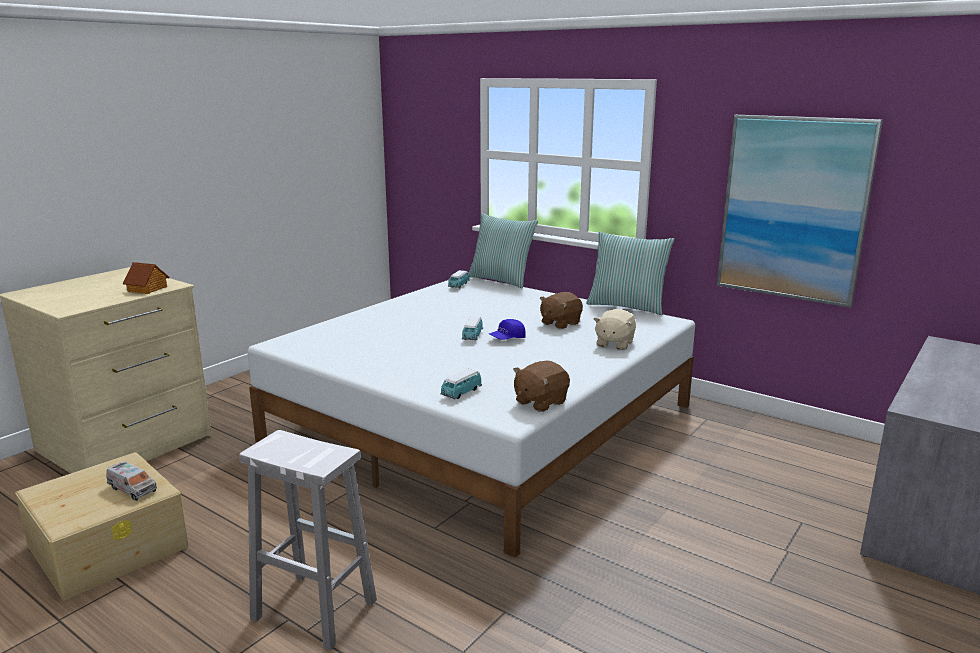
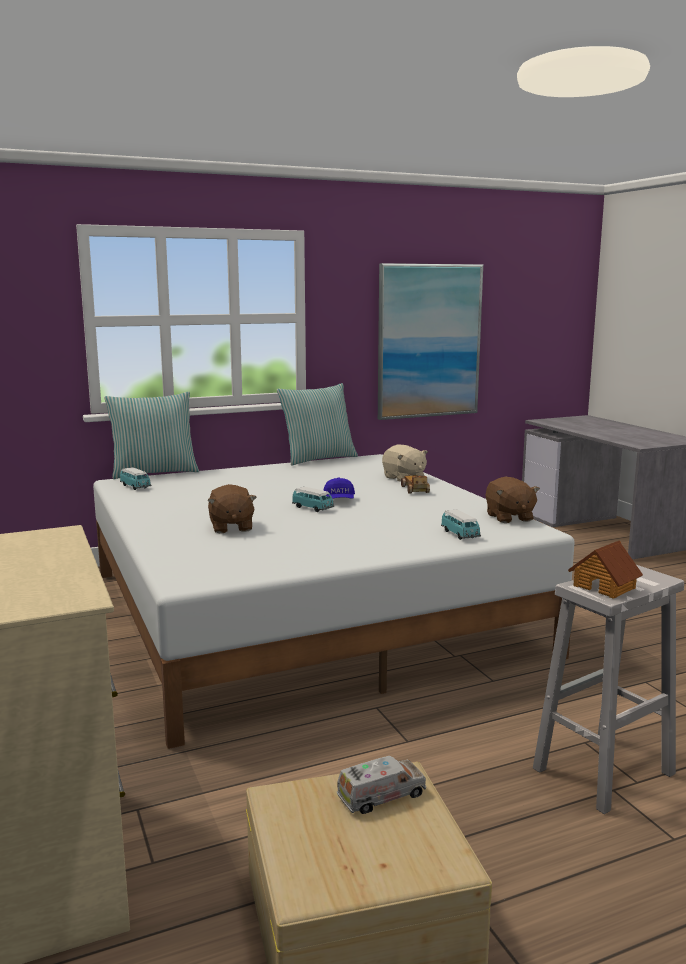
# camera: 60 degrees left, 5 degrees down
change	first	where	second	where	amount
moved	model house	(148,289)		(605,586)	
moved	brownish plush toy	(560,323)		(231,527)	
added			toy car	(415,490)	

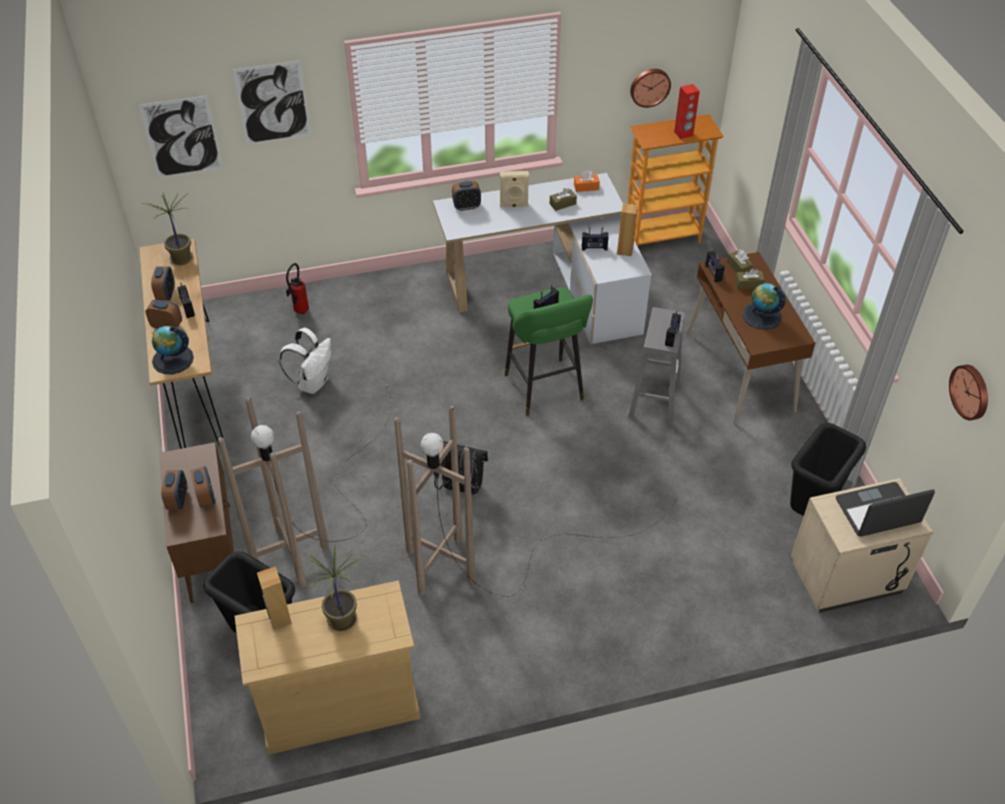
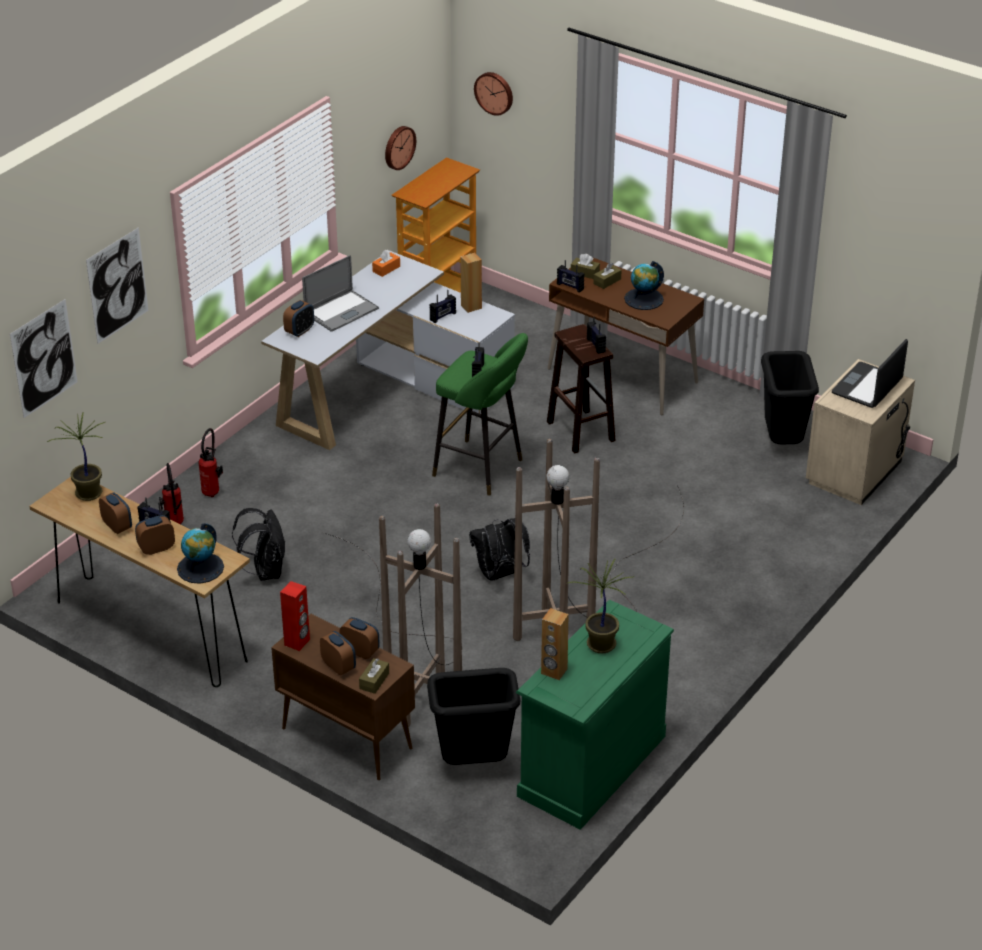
# camera: 40 degrees left, 10 degrees down
change	first	where	second	where	amount
recoloured	beige-coloured dresser	(339,703)	greenish dresser	(591,766)	
recoloured	whitish rucksack	(312,382)	blackish rucksack	(265,571)	
replaced	beige-coloured audio speaker	(514,205)	laptop	(341,311)	
moved	brownish tissue box	(562,204)		(374,681)	
recoloured	gray sitting stool	(654,400)	brownish sitting stool	(580,431)	
moved	reddish audio speaker	(683,134)		(297,642)	
moved	hanging clock	(971,391)		(494,92)	
added			fire extinguisher	(213,492)	

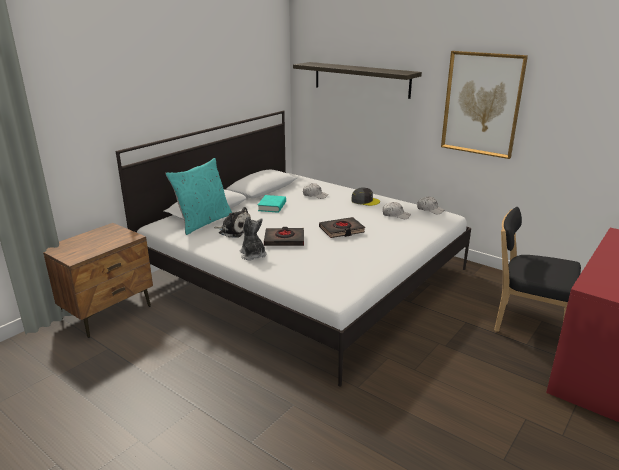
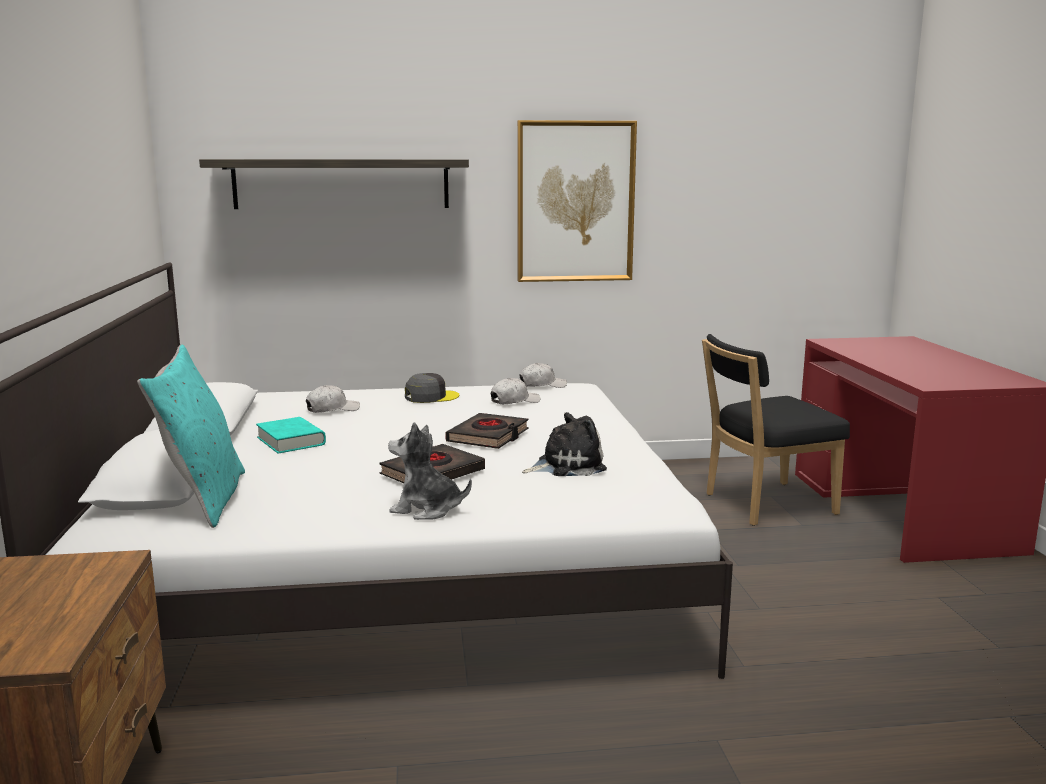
# camera: 45 degrees left, 10 degrees down
change	first	where	second	where	amount
moved	plush toy	(234,230)		(567,466)	

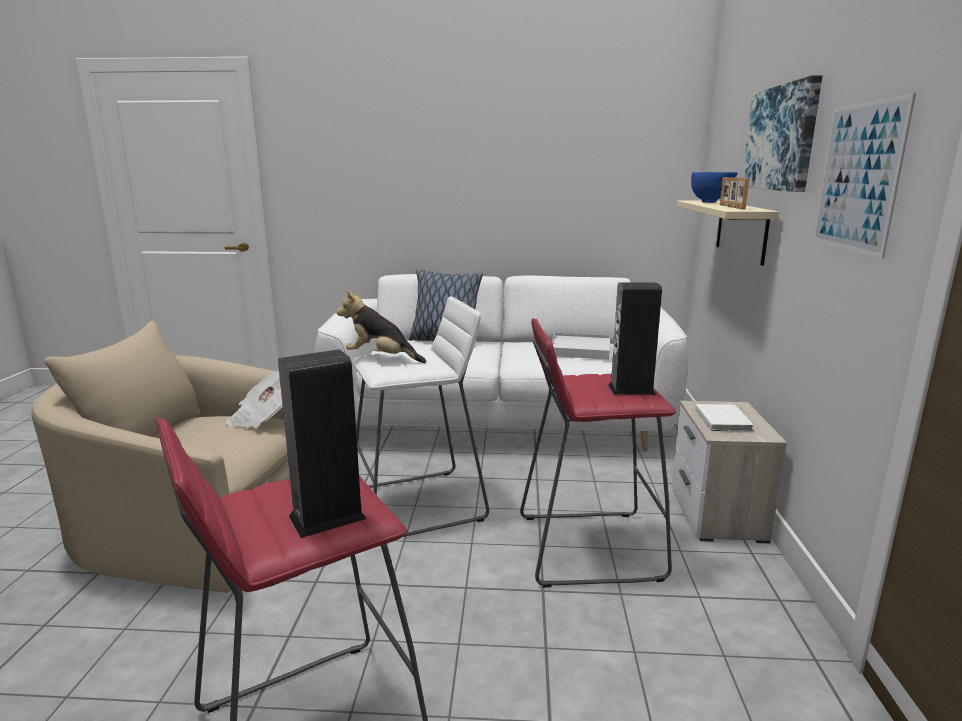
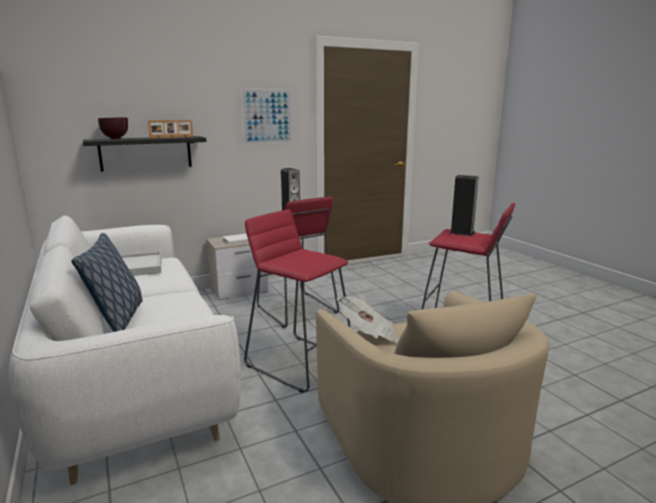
# camera: 120 degrees left, 0 degrees up
change	first	where	second	where	amount
removed	plush toy	(381,358)			
recoloured	whitish sitting stool	(420,504)	reddish sitting stool	(299,362)	
recoloured	beige-coloured wall shelf	(741,230)	blackish wall shelf	(146,153)	
recoloured	blue serving bowl	(711,202)	brownish serving bowl	(116,139)	
removed	wall art	(781,138)			

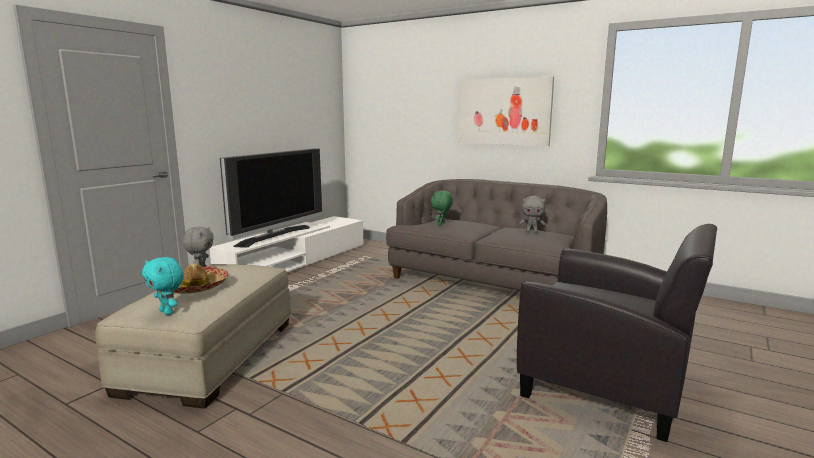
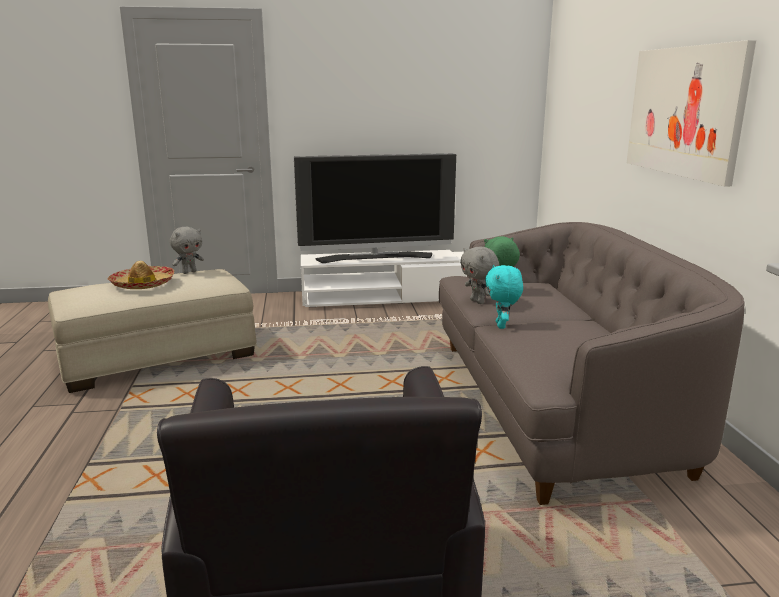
# camera: 50 degrees right, 5 degrees up
change	first	where	second	where	amount
moved	turquoise-coloured plush toy	(167,312)		(502,326)	
moved	gray plush toy	(531,232)		(478,302)	

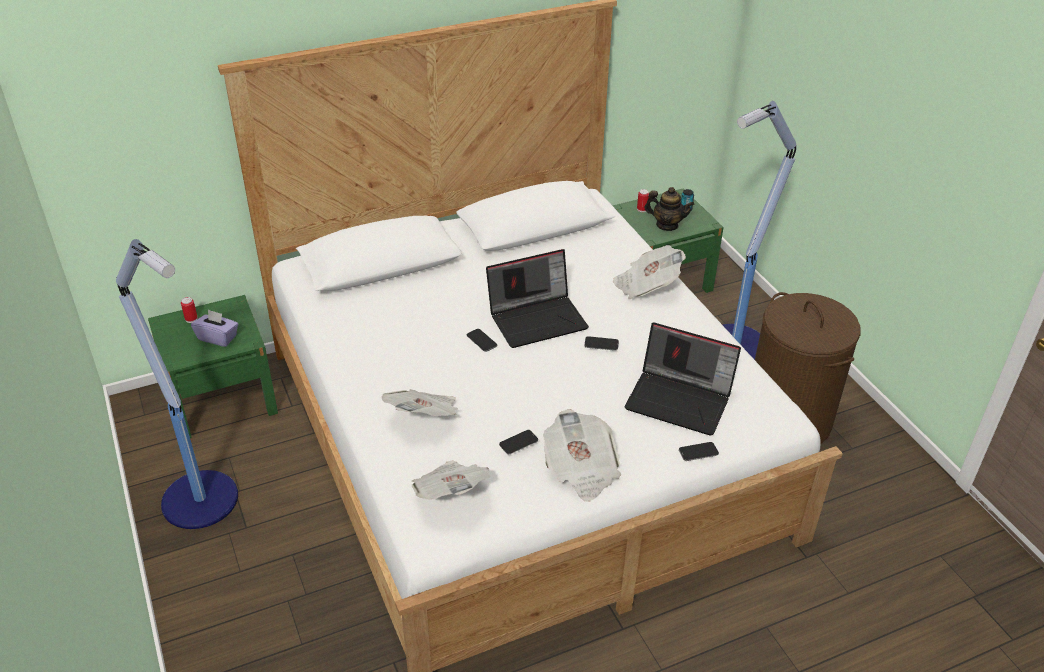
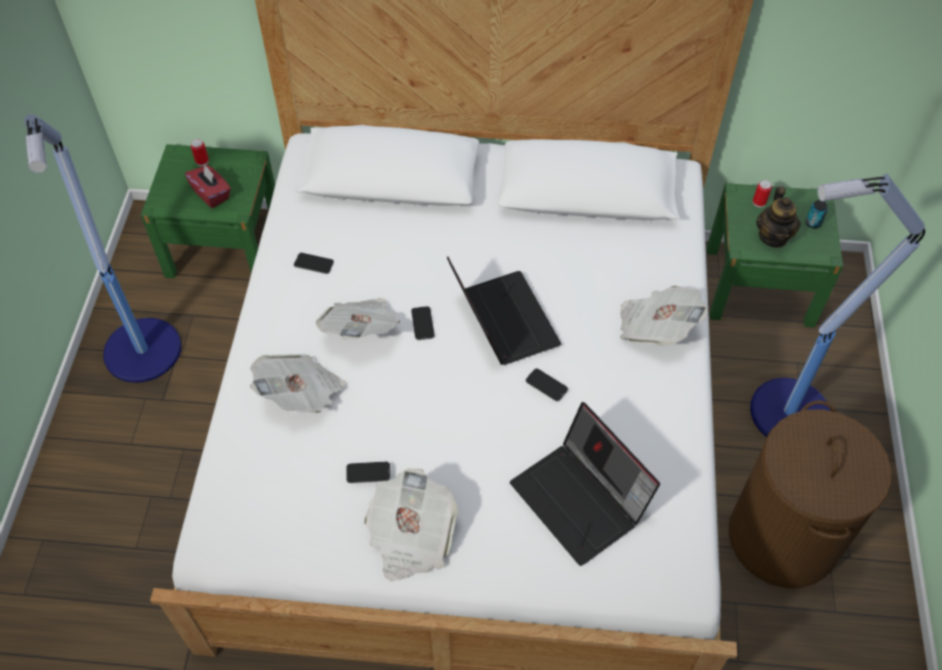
# camera: 30 degrees right, 15 degrees up
change	first	where	second	where	amount
recoloured	purplish tissue box	(218,337)	reddish tissue box	(211,194)	
moved	printed paper	(451,493)		(362,330)	
turned	laptop	(538,318)		(501,320)	120 degrees counterclockwise
turned	tea pot	(667,225)		(773,237)	45 degrees clockwise
moved	telephone	(698,452)		(314,264)	

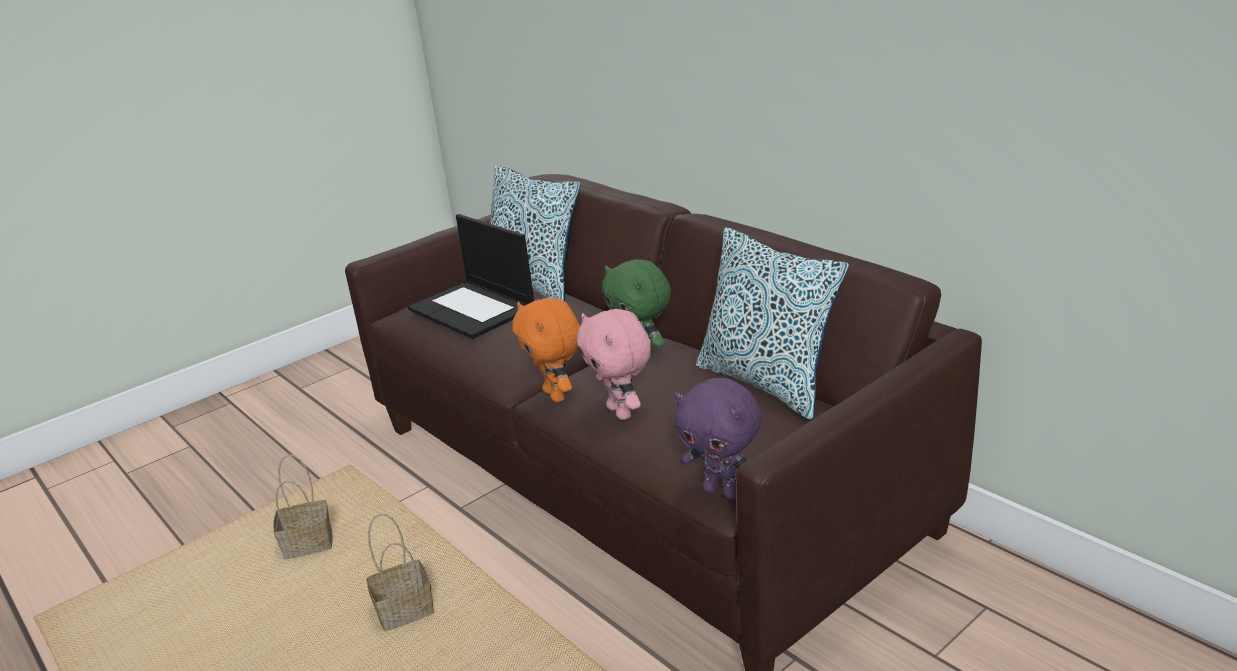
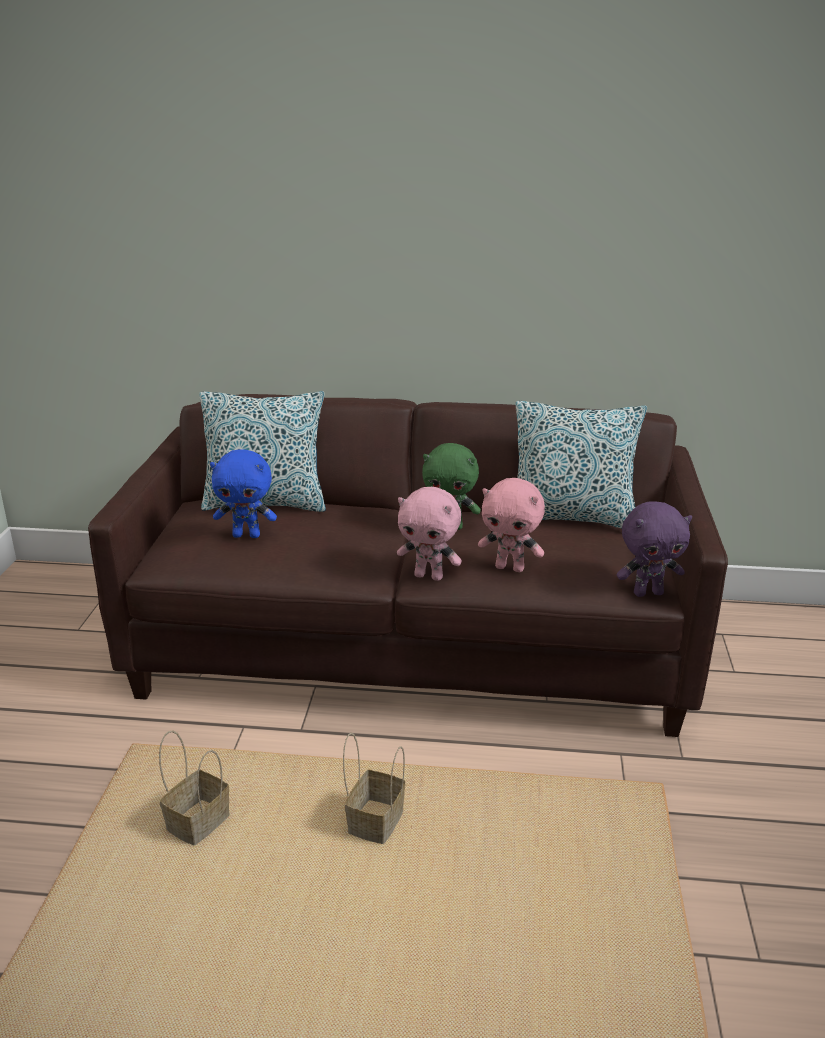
# camera: 45 degrees left, 0 degrees up
change	first	where	second	where	amount
replaced	laptop	(473,309)	blue plush toy	(247,535)	
recoloured	orange-coloured plush toy	(556,395)	pink-coloured plush toy	(429,576)	

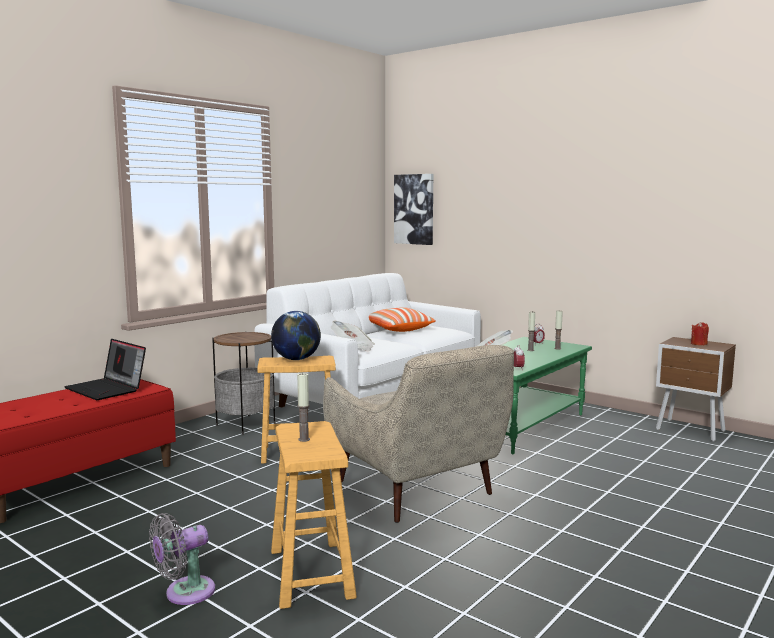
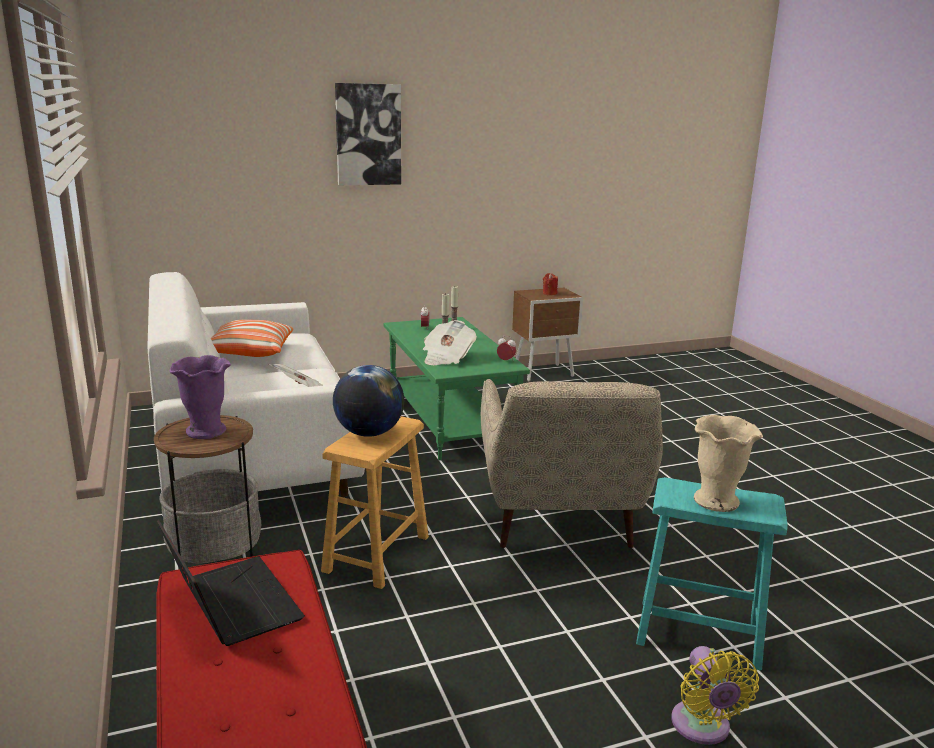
# camera: 60 degrees left, 10 degrees up
change	first	where	second	where	amount
turned	laptop	(107,389)		(230,604)	105 degrees counterclockwise
recoloured	gray fan	(185,593)	yellow fan	(702,728)	
recoloured	brownish sitting stool	(310,573)	turquoise-coloured sitting stool	(698,633)	
replaced	candle	(304,439)	beige-coloured decorative vase	(716,501)	
turned	beige-coloured armchair	(418,491)		(558,521)	90 degrees clockwise
moved	wall art	(414,209)		(368,134)	
added			purplish decorative vase	(206,431)	

